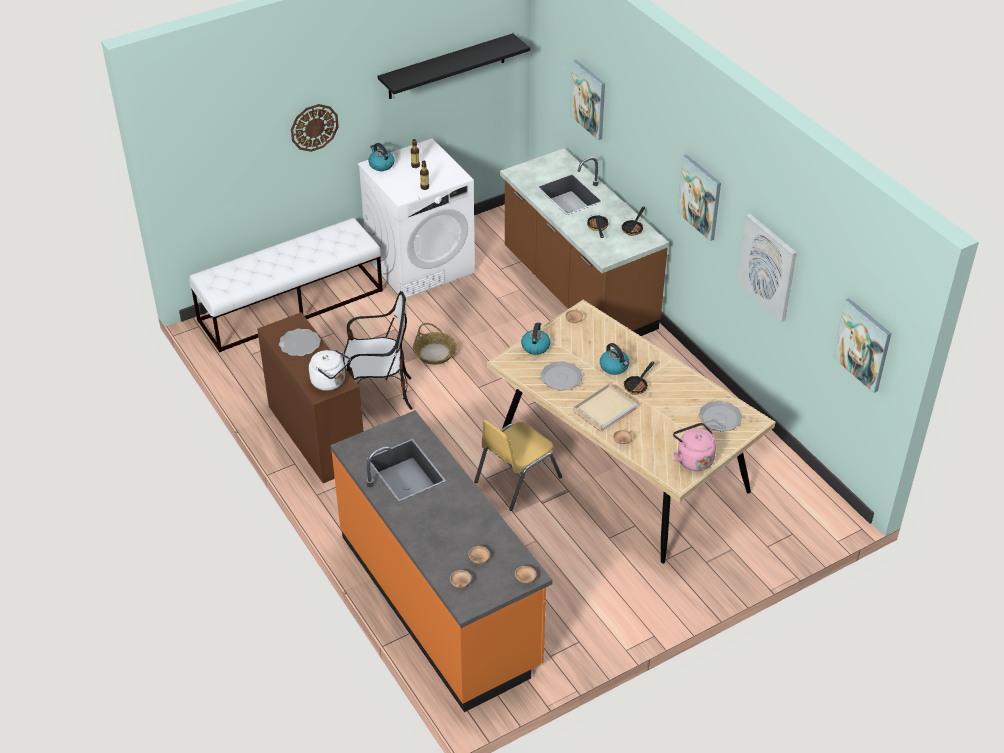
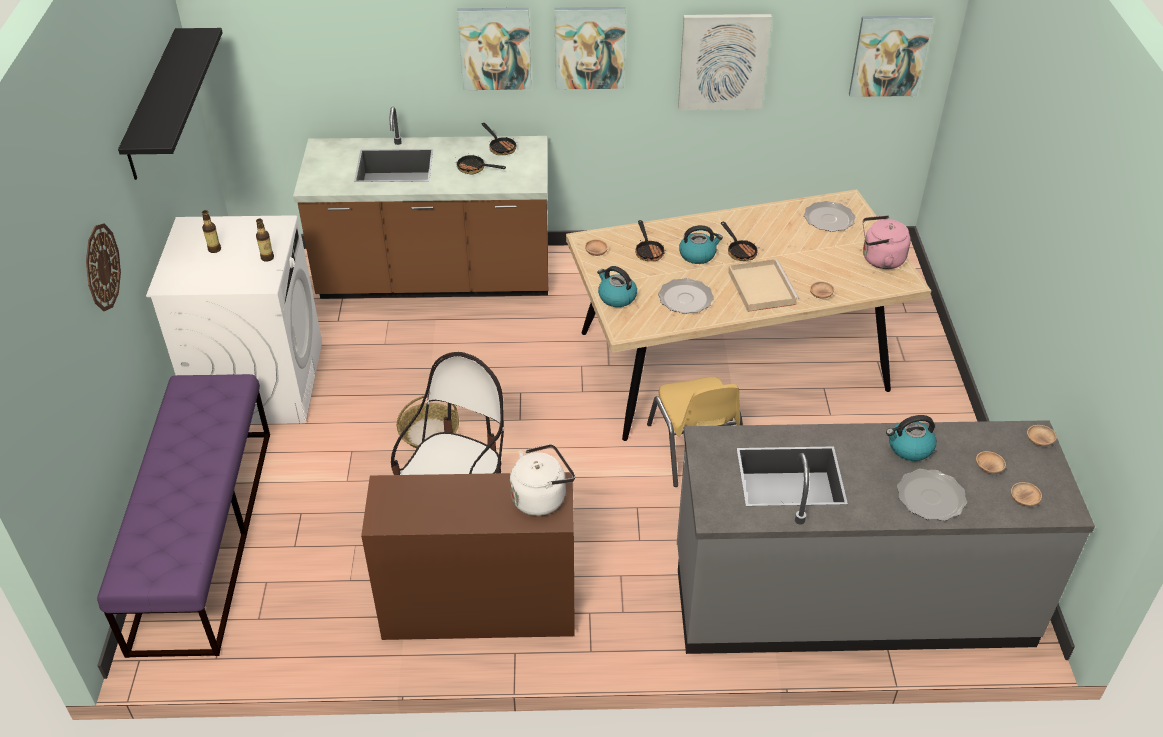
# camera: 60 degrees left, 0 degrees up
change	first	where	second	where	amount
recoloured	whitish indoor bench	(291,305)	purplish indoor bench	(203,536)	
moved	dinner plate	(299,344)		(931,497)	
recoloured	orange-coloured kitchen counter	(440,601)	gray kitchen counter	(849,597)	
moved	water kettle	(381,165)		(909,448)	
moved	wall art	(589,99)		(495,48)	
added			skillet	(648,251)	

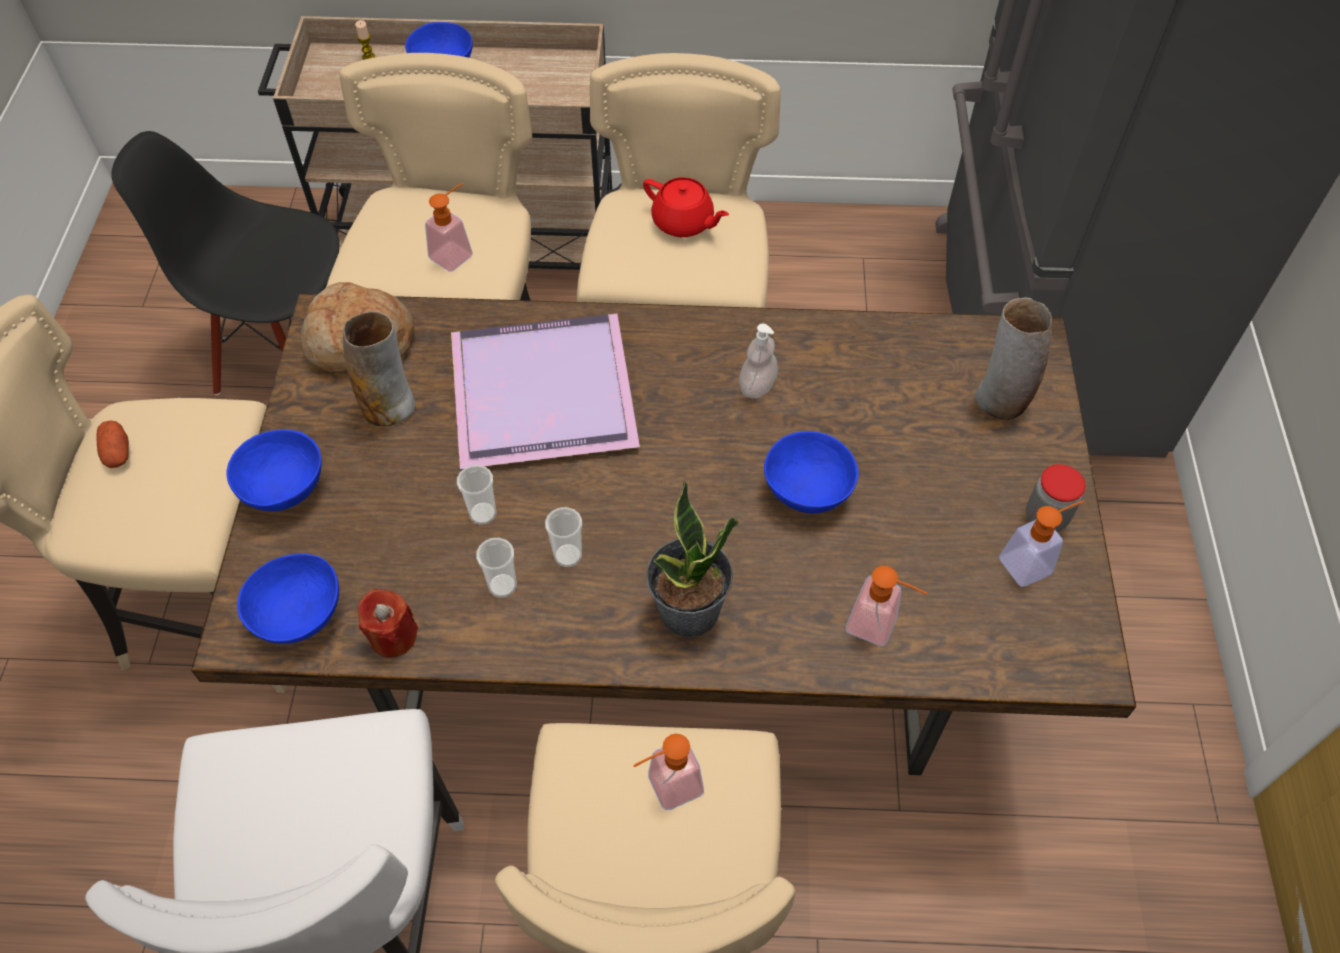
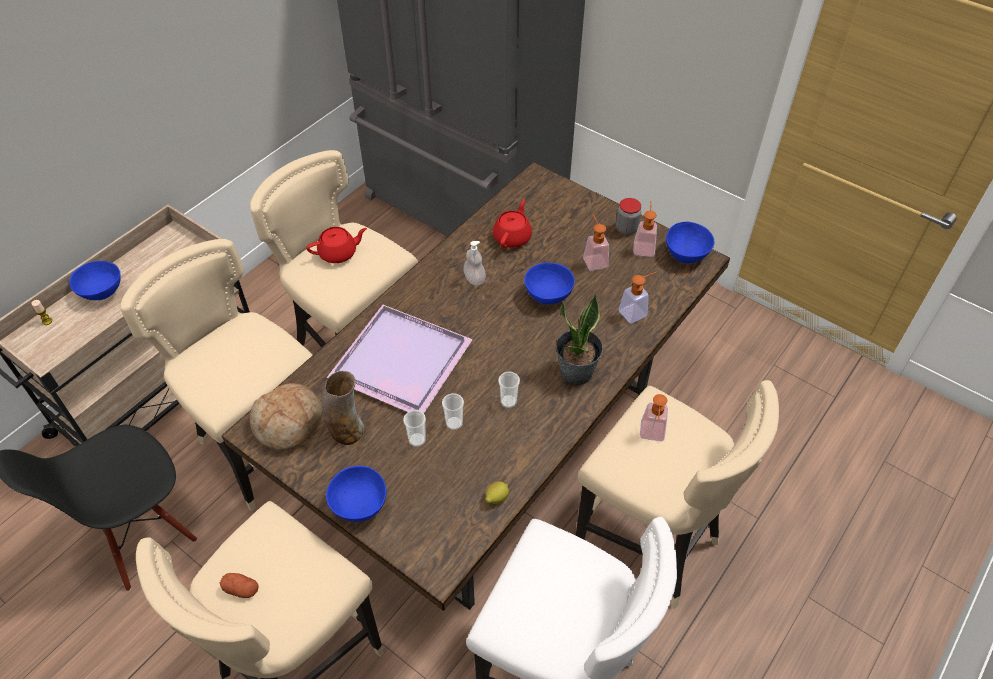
# camera: 55 degrees left, 5 degrees down
change	first	where	second	where	amount
moved	blue serving bowl	(301,616)		(686,254)	
replaced	reddish candle	(393,636)	whole lemon	(496,498)	
moved	soap dispenser	(456,253)		(594,259)	
moved	cup	(502,585)		(417,440)	
removed	decorative vase	(1001,401)			
added			reddish tea pot	(512,237)	

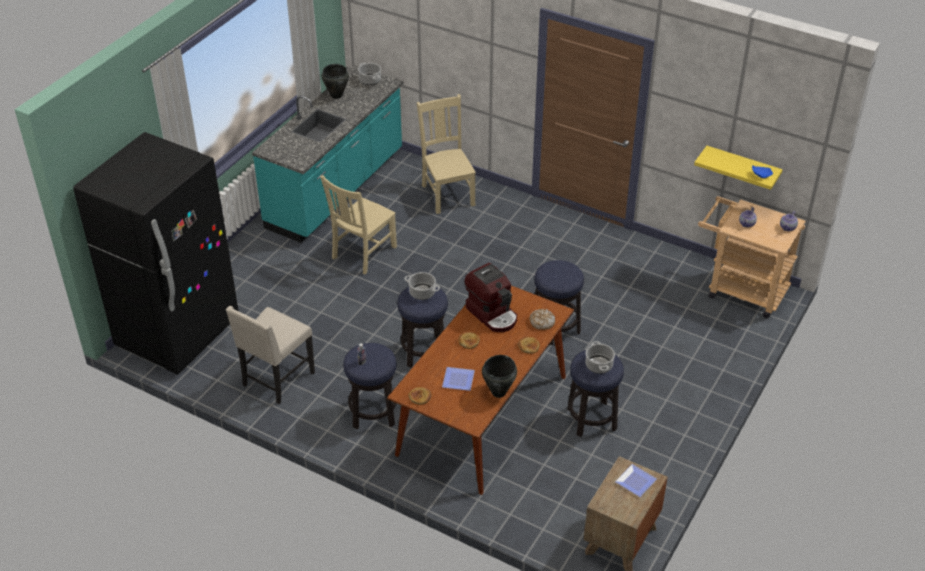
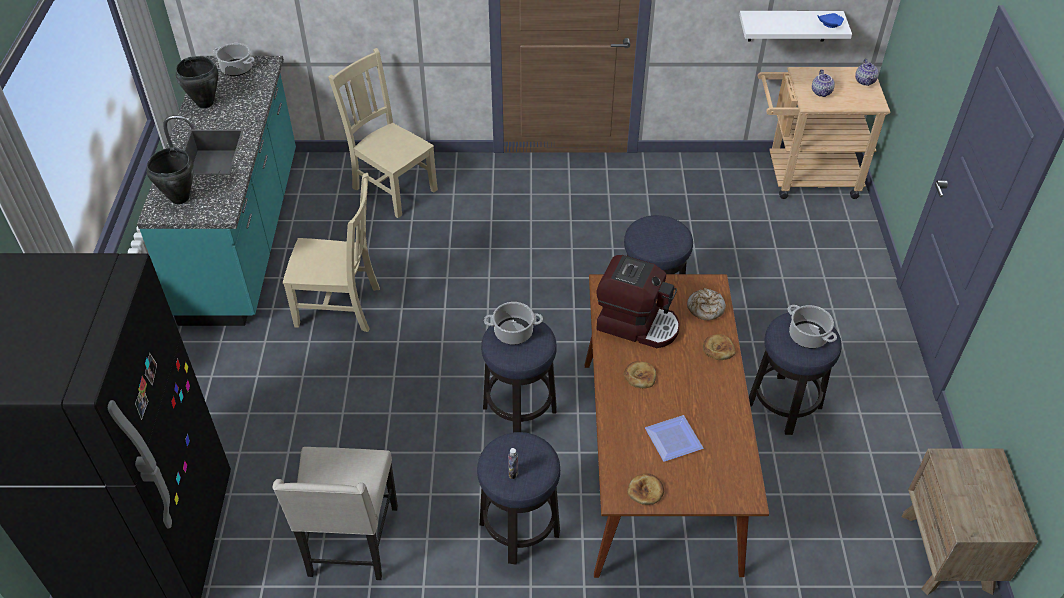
# camera: 30 degrees left, 5 degrees up
change	first	where	second	where	amount
turned	beige-coloured plain chair	(362,253)		(341,307)	90 degrees counterclockwise
moved	blackish cooking pot	(498,392)		(179,198)	
removed	dinner plate	(634,482)			
recoloured	yellow wall shelf	(742,167)	whitish wall shelf	(788,25)	

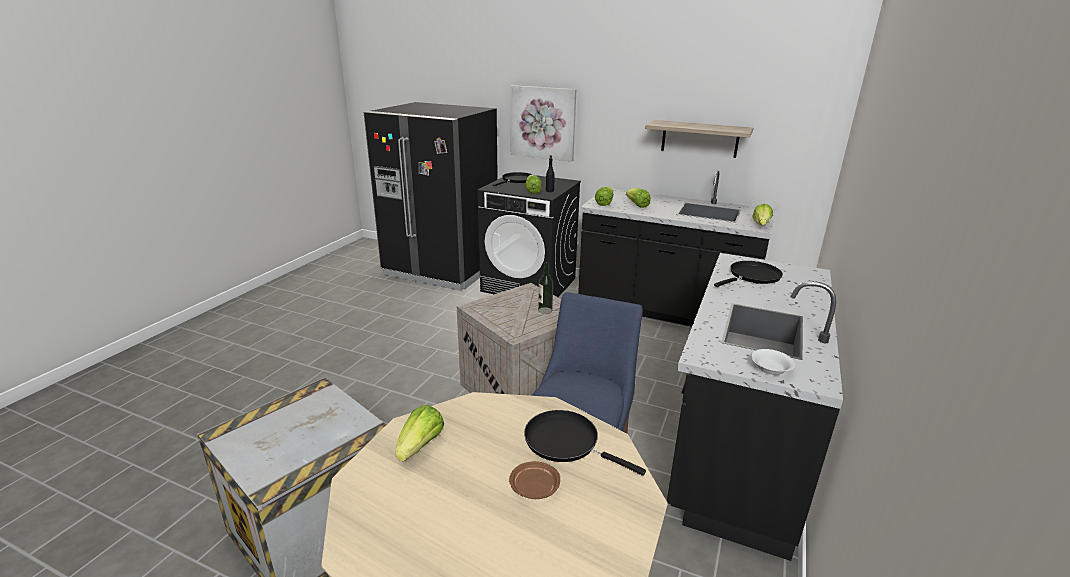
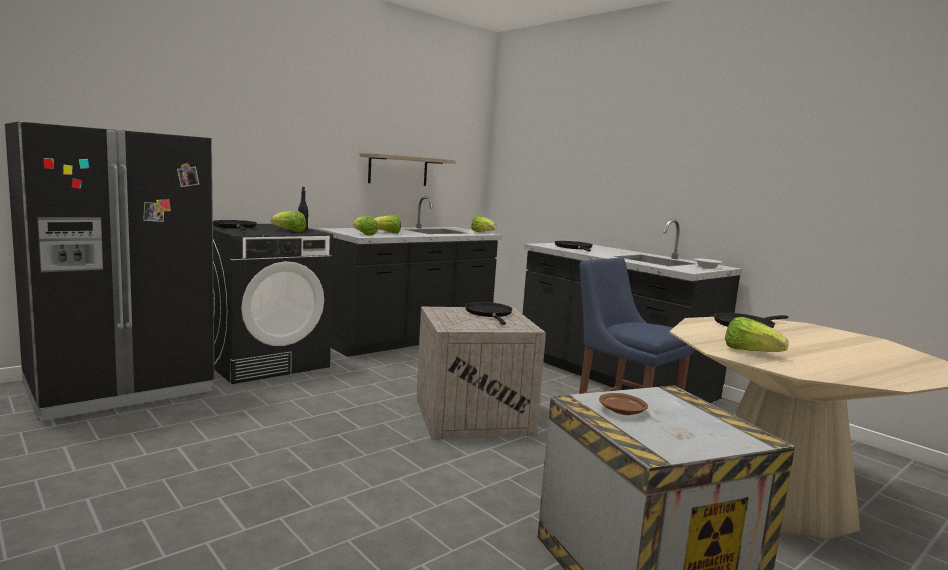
# camera: 65 degrees left, 15 degrees down
change	first	where	second	where	amount
moved	brownish dinner plate	(534,487)		(622,411)	
removed	wall art	(543,123)			
replaced	beverage bottle	(545,310)	blackish skillet	(489,314)	

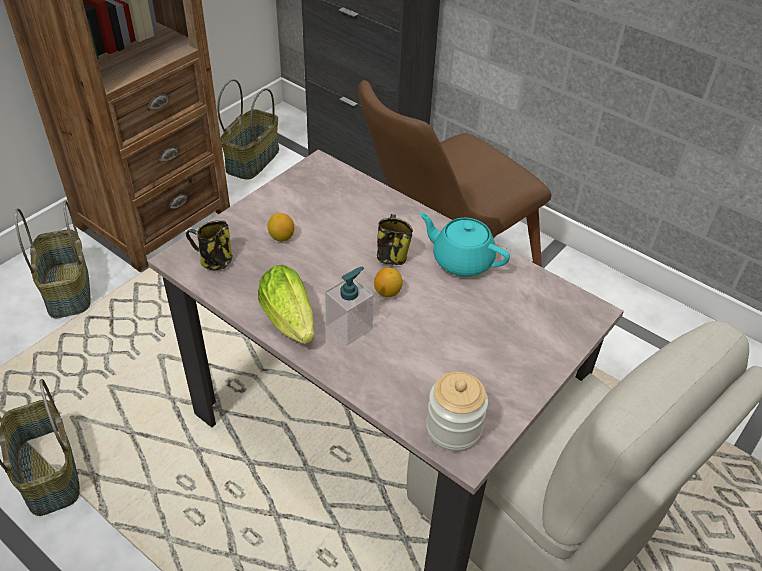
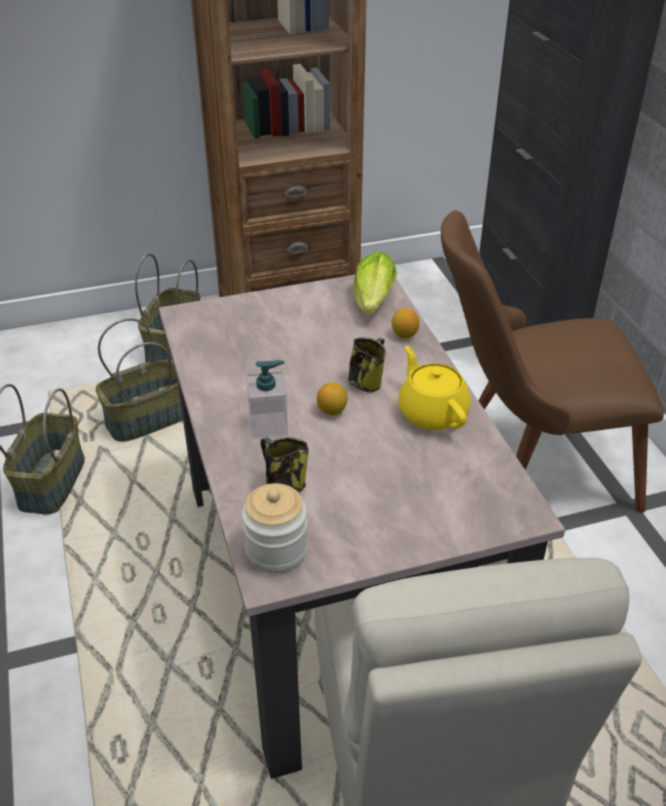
# camera: 35 degrees right, 5 degrees down
change	first	where	second	where	amount
moved	tea mug	(214,261)		(283,485)	
moved	storage basket	(252,159)		(148,418)	
moved	lettuce head	(290,322)		(372,303)	
moved	whole lemon	(281,237)		(404,335)	
recoloured	turquoise-coloured tea pot	(461,260)	yellow tea pot	(432,412)	

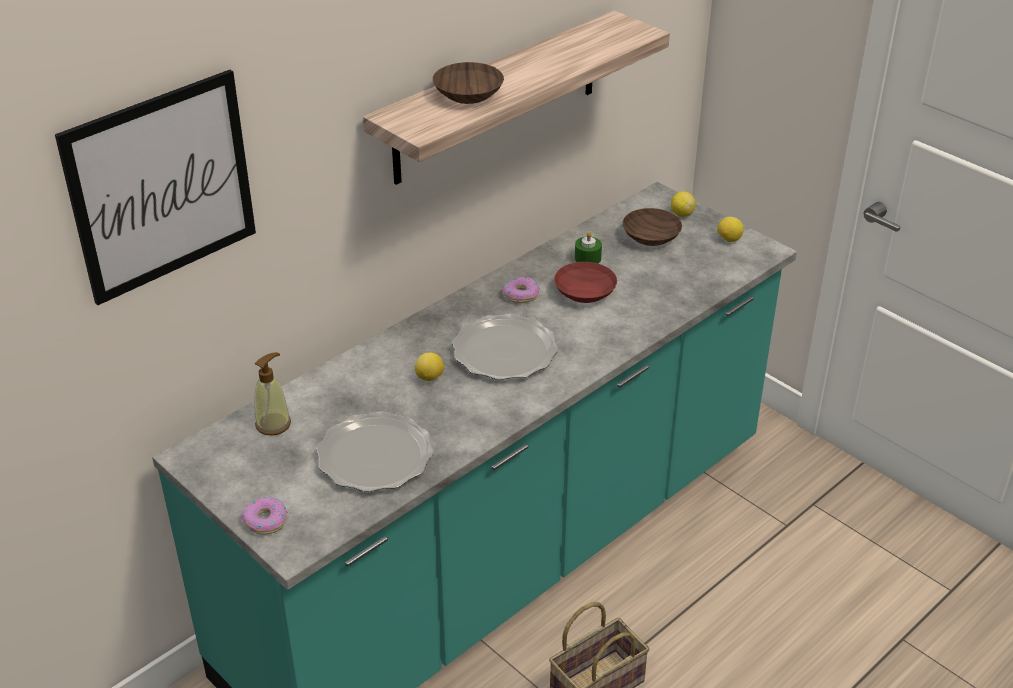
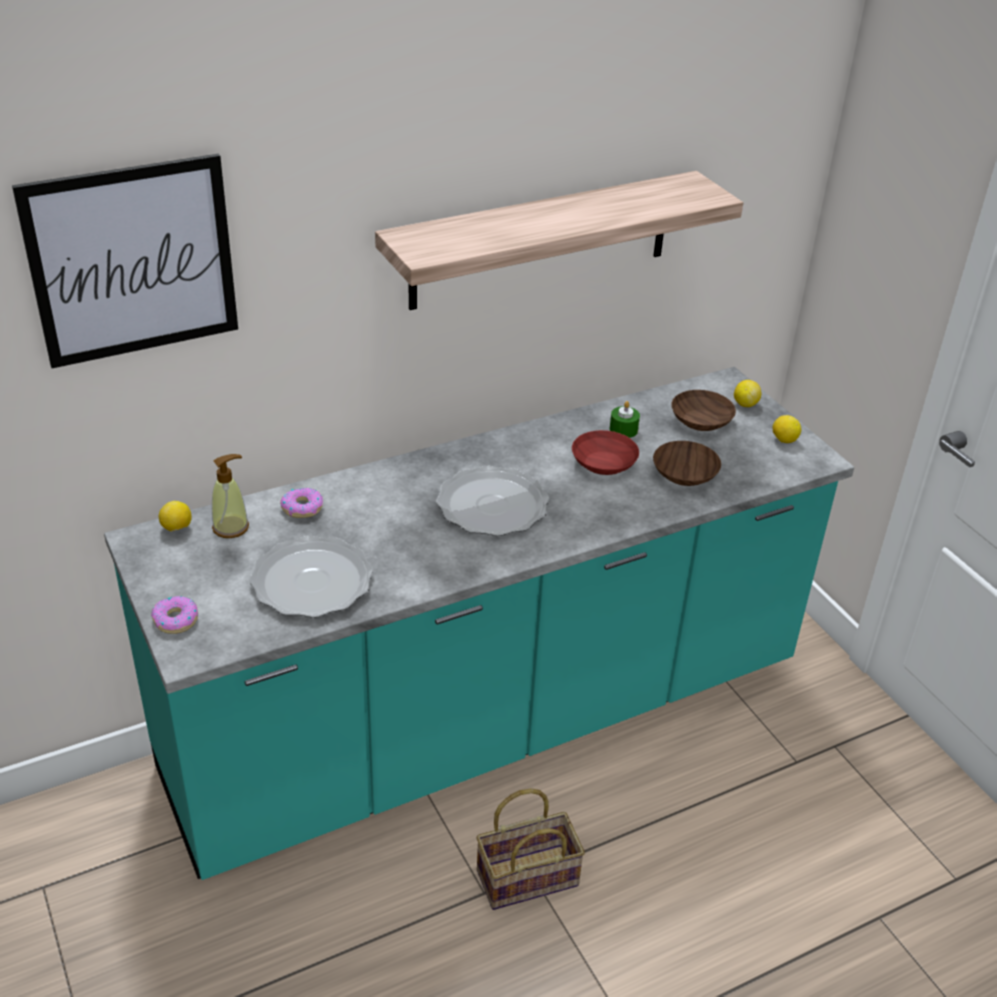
# camera: 15 degrees right, 0 degrees up
change	first	where	second	where	amount
moved	whole lemon	(430,378)		(177,528)	
moved	brownish serving bowl	(468,95)		(684,475)	
moved	donut	(521,295)		(302,508)	

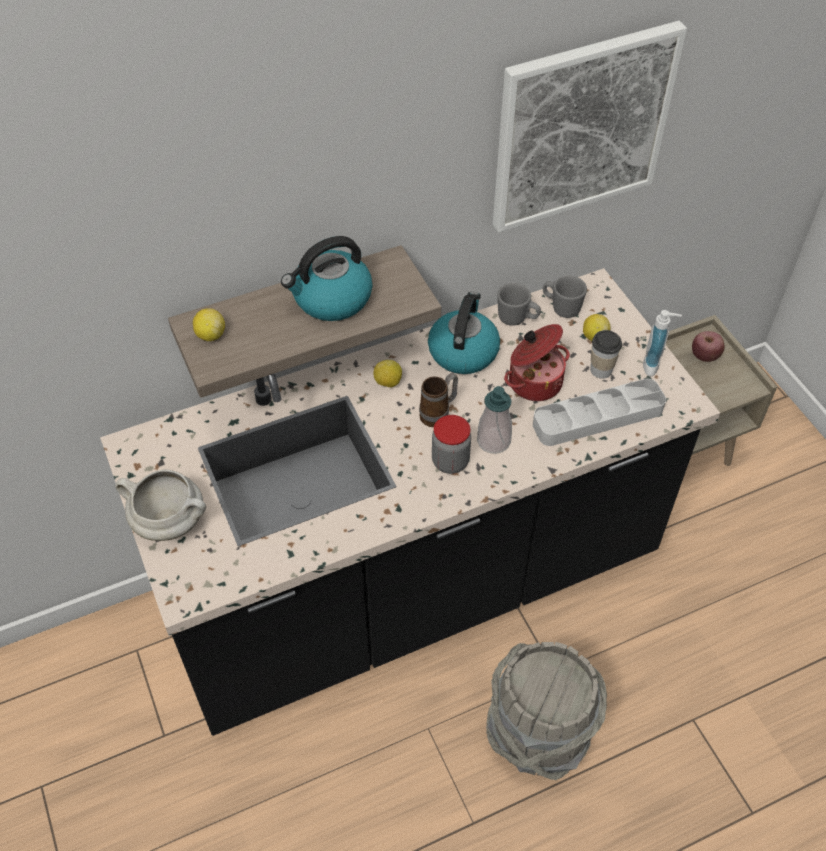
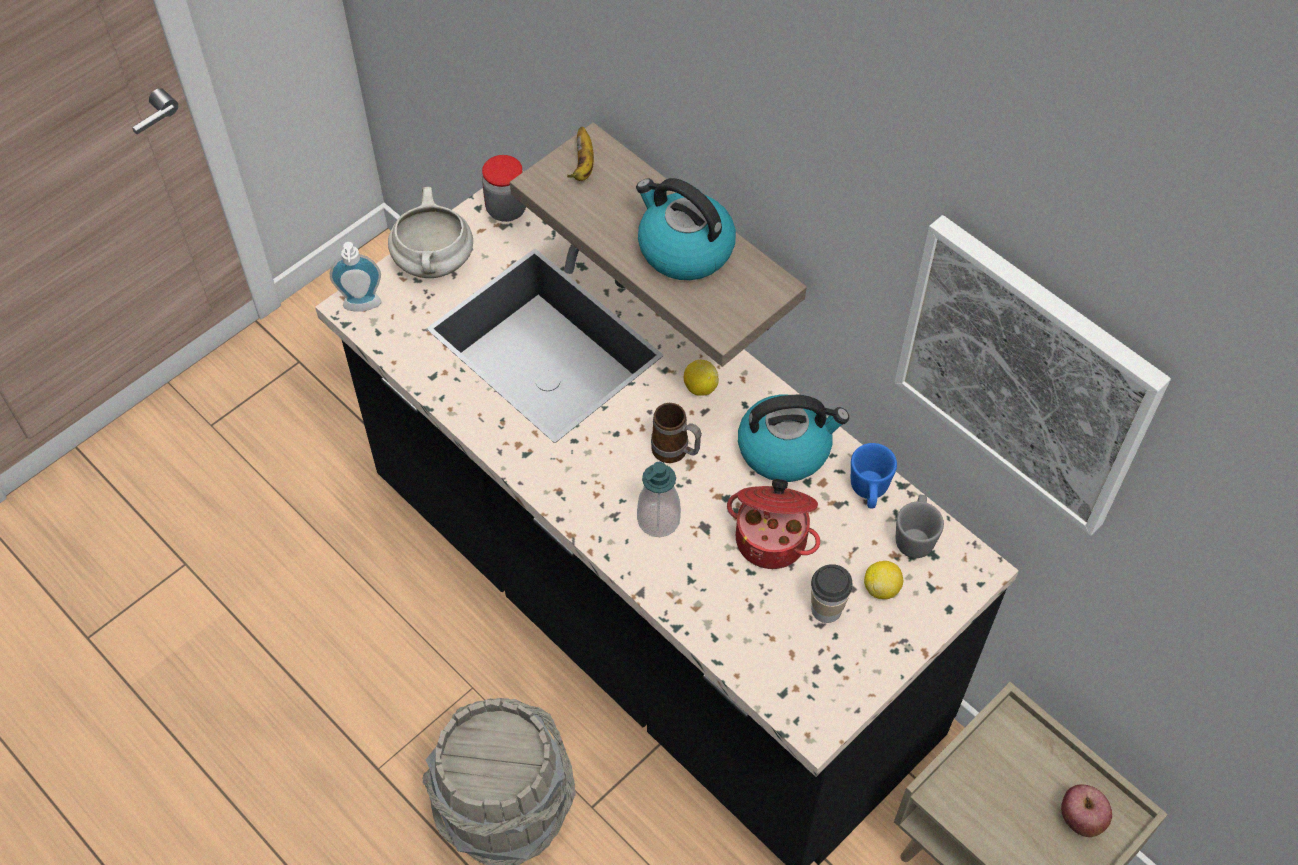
# camera: 70 degrees right, 5 degrees up
change	first	where	second	where	amount
replaced	whole lemon	(210,335)	whole banana	(583,165)	
moved	jar	(450,461)		(506,209)	
recoloured	gray tea mug	(517,319)	blue tea mug	(869,492)	
removed	gray carrying tray	(598,417)			
moved	soap dispenser	(654,365)		(362,307)	

